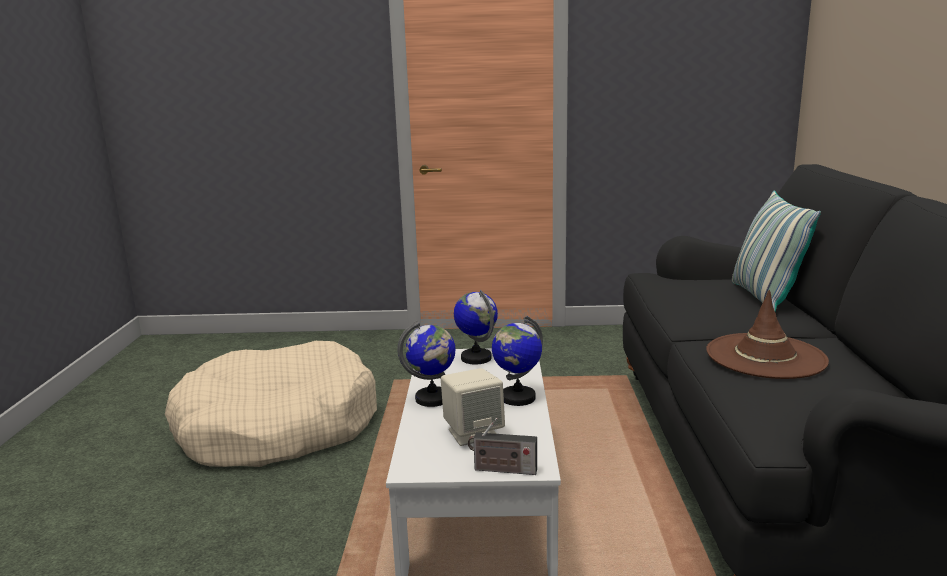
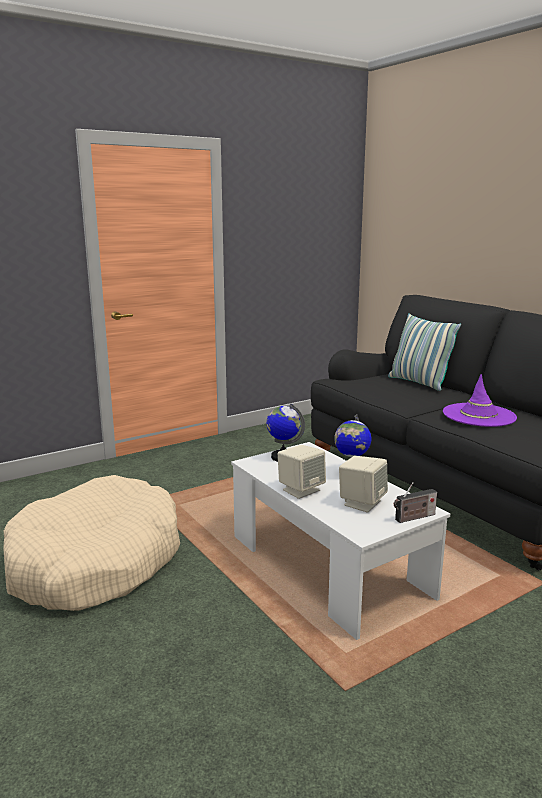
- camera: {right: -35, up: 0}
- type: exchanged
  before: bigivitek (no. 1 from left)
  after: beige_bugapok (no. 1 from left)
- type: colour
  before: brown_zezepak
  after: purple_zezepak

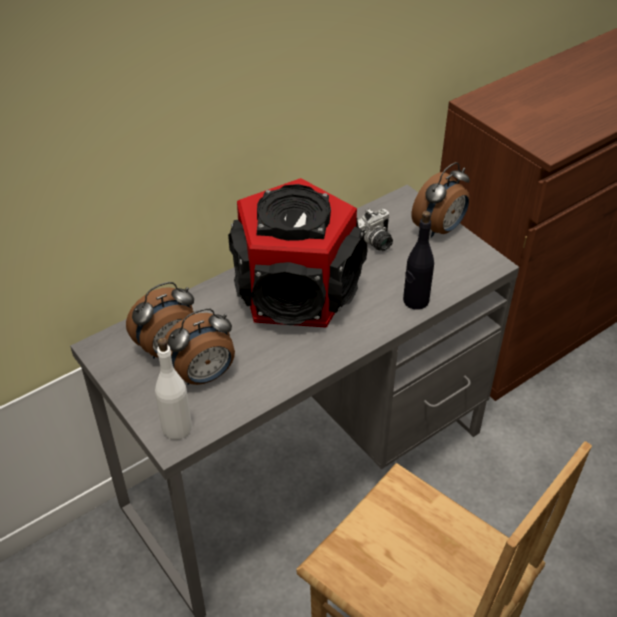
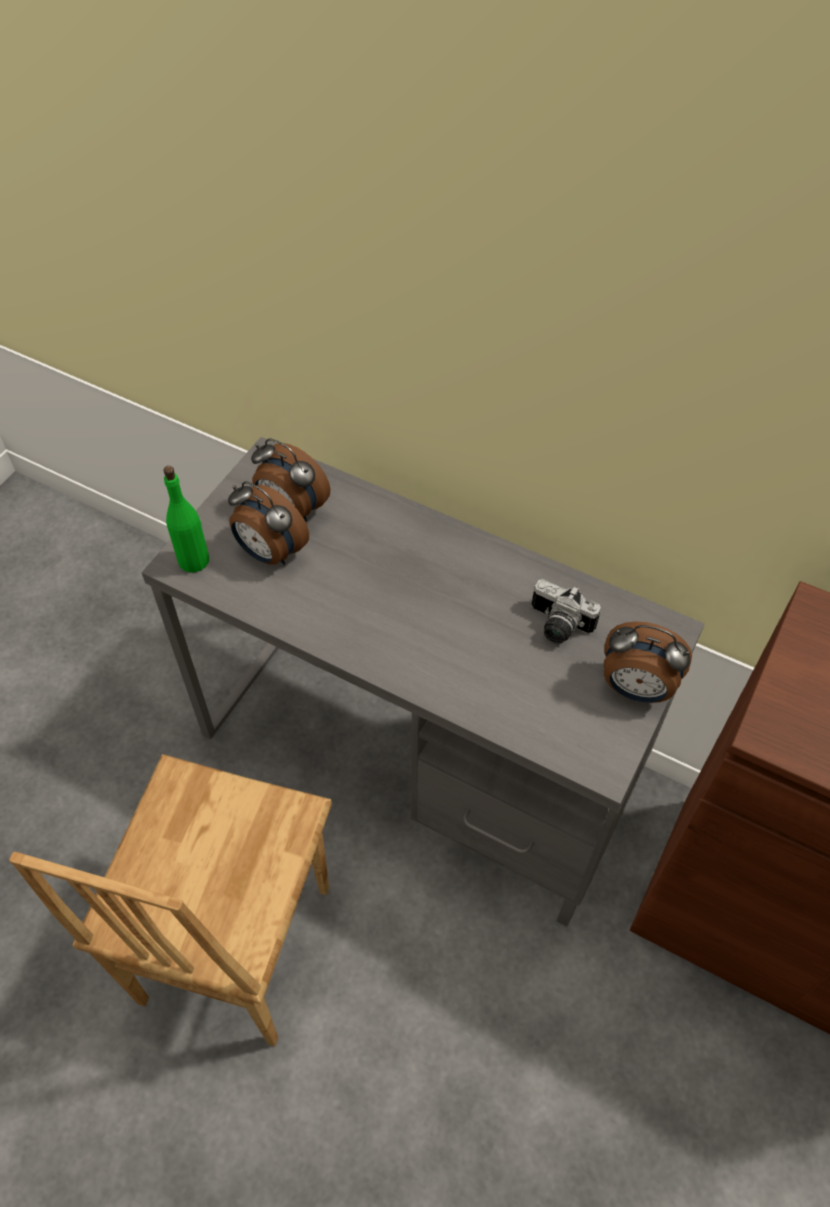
- camera: {right: 65, up: 10}
- type: colour
  before: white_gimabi
  after: green_gimabi
- type: missing
  before: bugapok
- type: missing
  before: black_gimabi

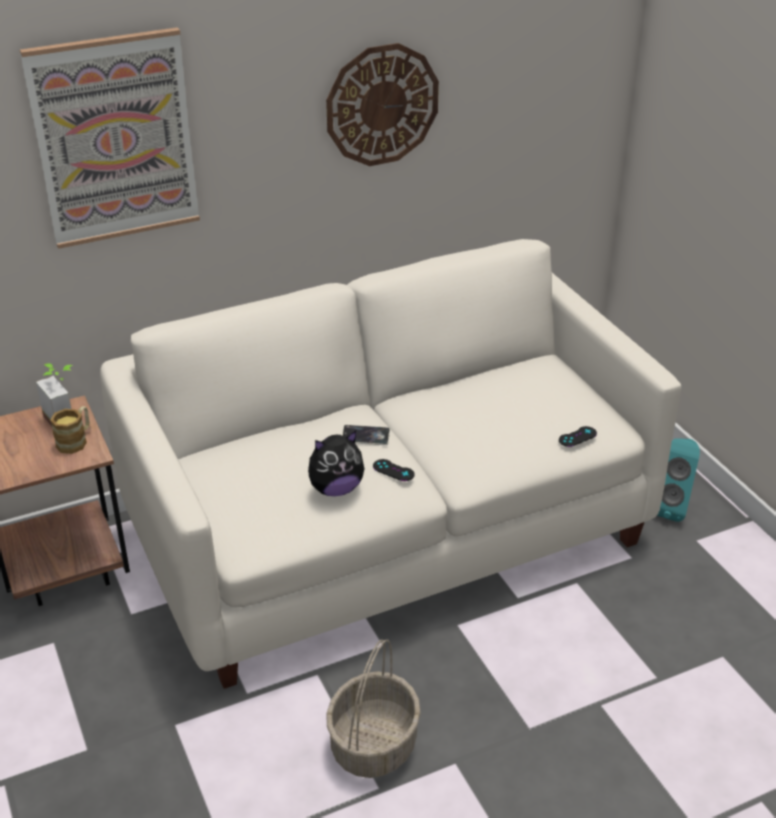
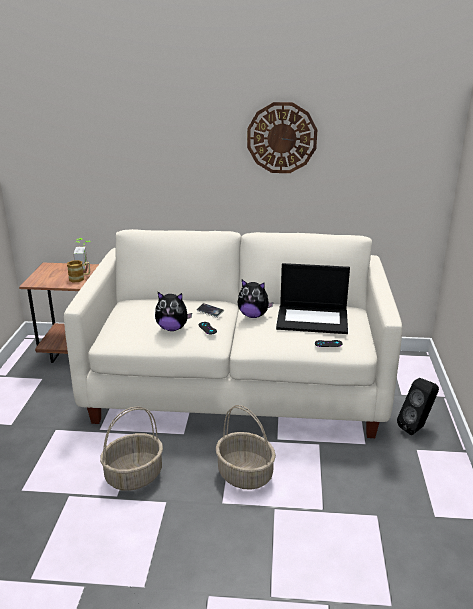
- camera: {right: 30, up: -10}
- type: missing
  before: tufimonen
- type: colour
  before: turquoise_bugapok
  after: black_bugapok
- type: appeared
  after: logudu (no. 2 from left)
- type: appeared
  after: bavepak (no. 2 from left)
- type: appeared
  after: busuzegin

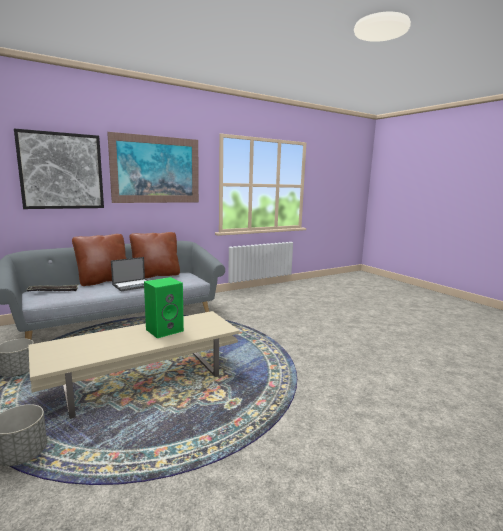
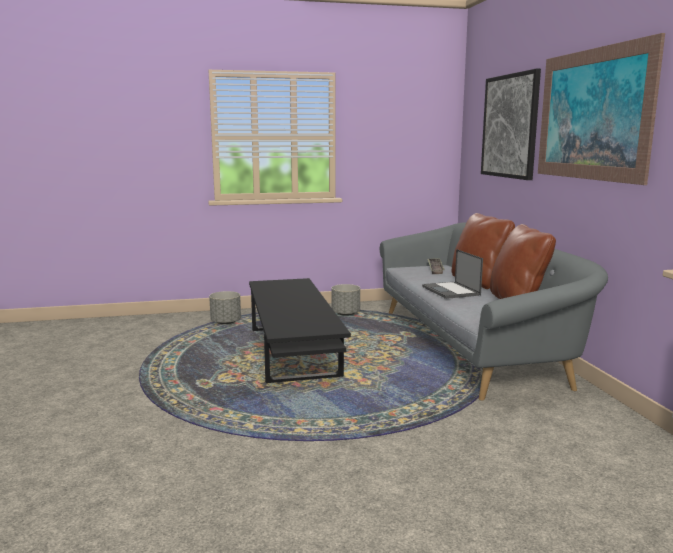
- camera: {right: 110, up: 0}
- type: colour
  before: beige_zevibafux
  after: black_zevibafux
- type: missing
  before: green_bugapok

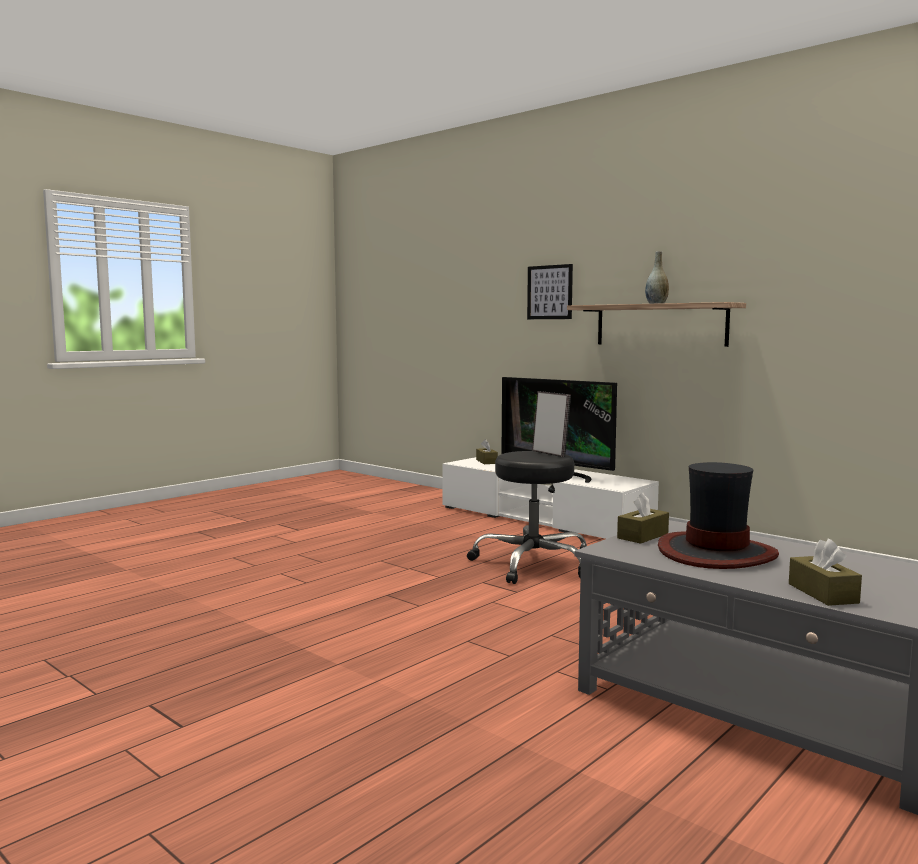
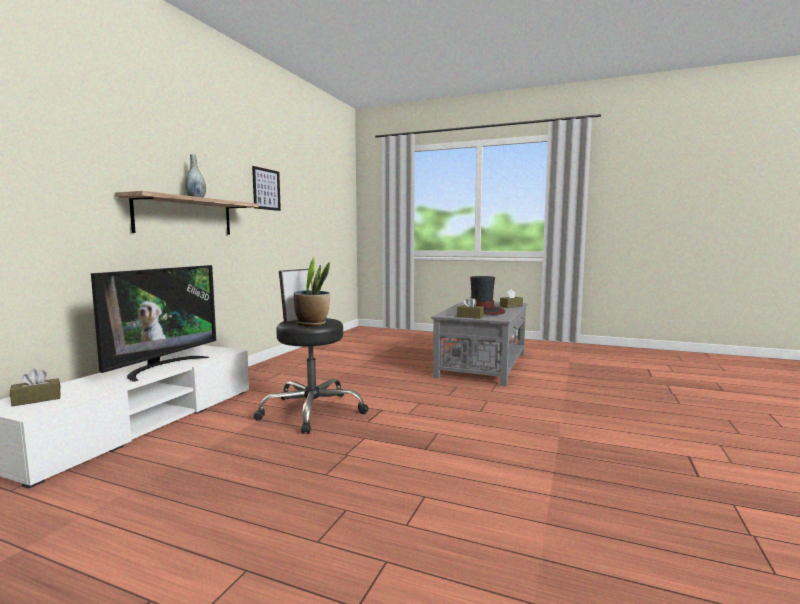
- camera: {right: -110, up: 0}
- type: relocated
  before: tufimonen
- type: appeared
  after: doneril

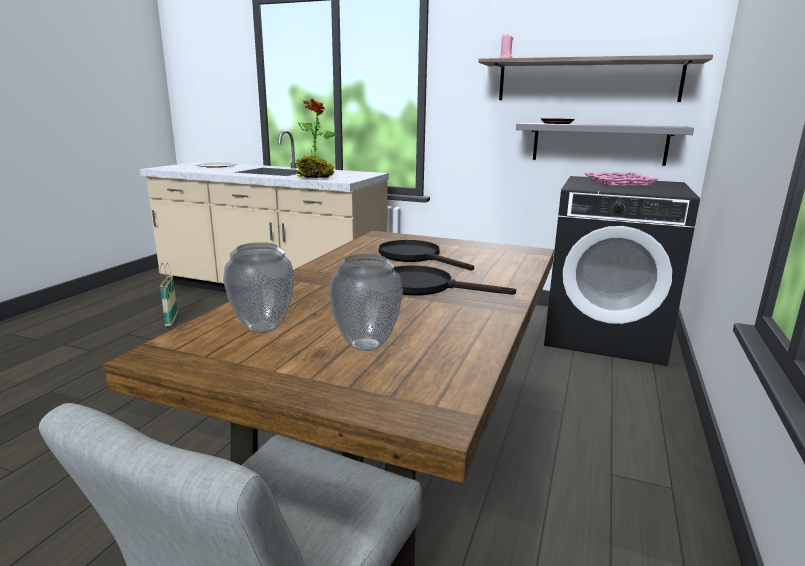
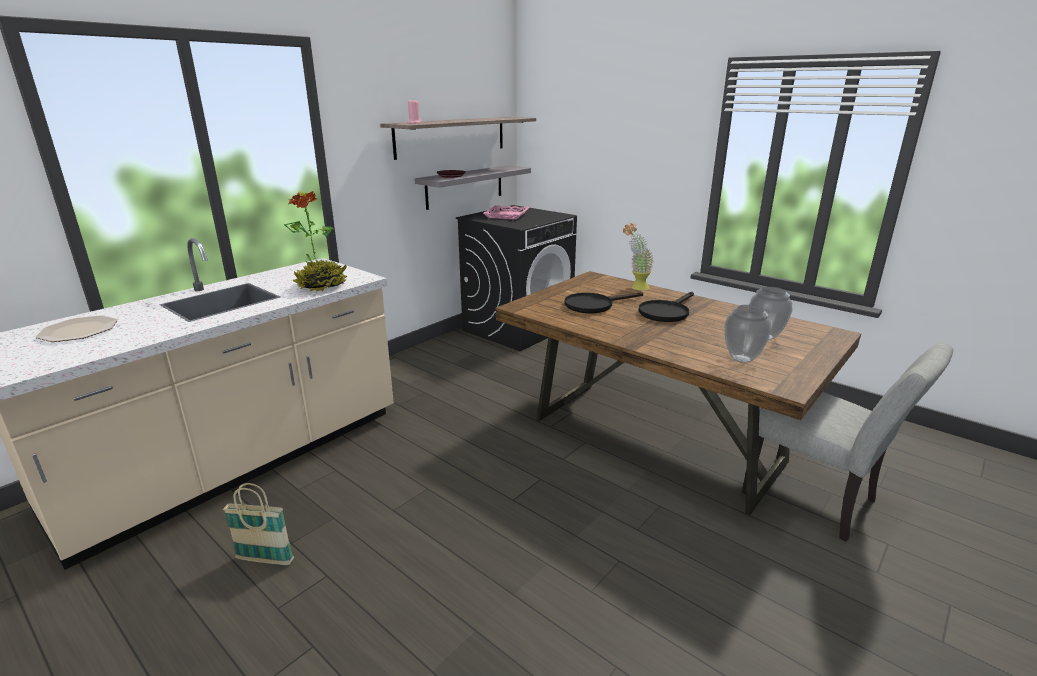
- camera: {right: -70, up: 5}
- type: appeared
  after: doneril (no. 2 from left)

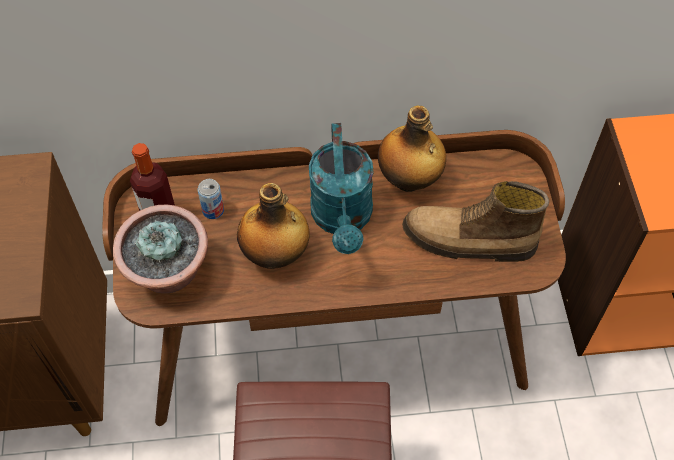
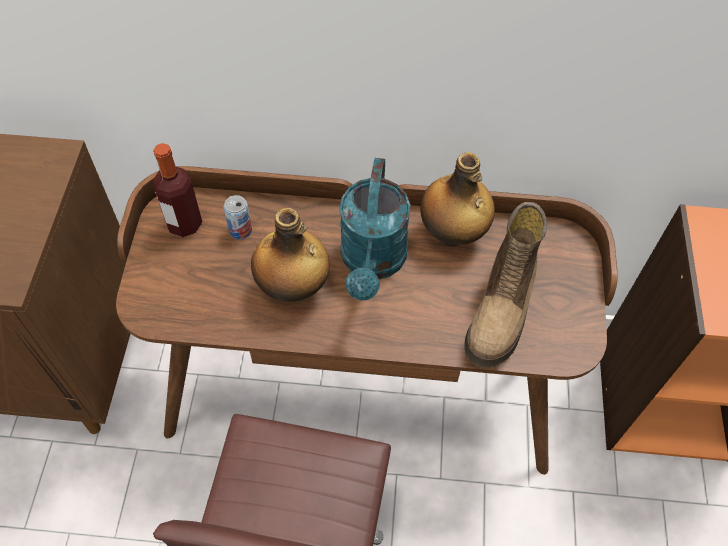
- camera: {right: 10, up: 0}
- type: missing
  before: doneril
- type: spun
  before: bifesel
  turn: -90

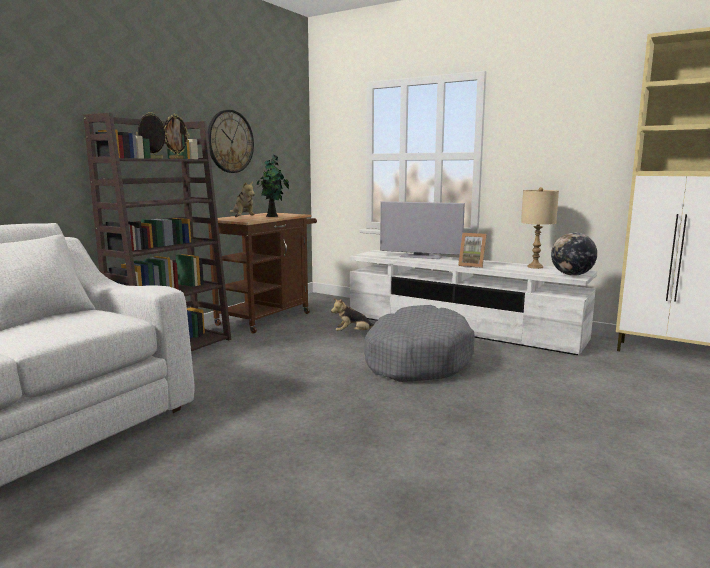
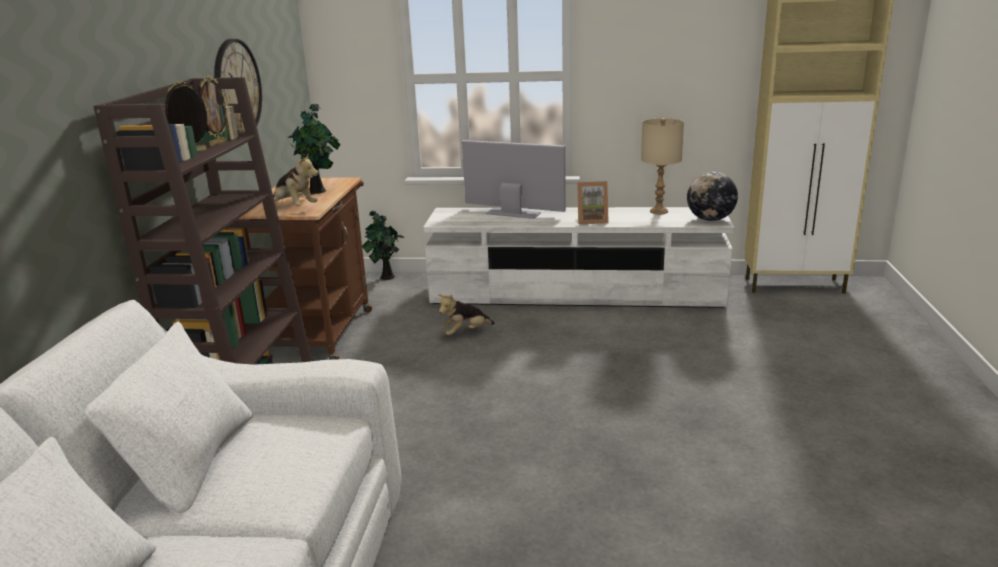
- camera: {right: -25, up: 10}
- type: missing
  before: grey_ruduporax
- type: spun
  before: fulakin
  turn: -150
- type: appeared
  after: doneril (no. 2 from left)

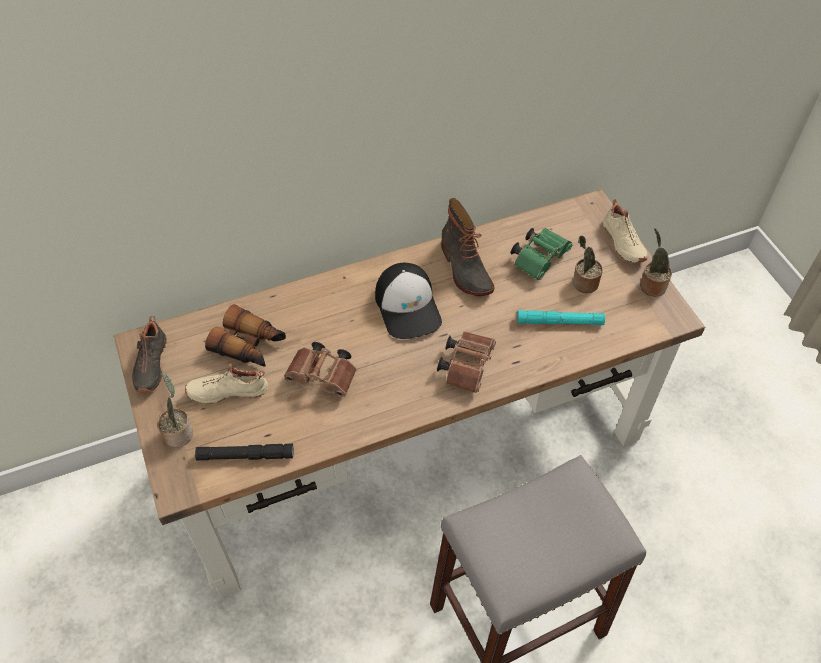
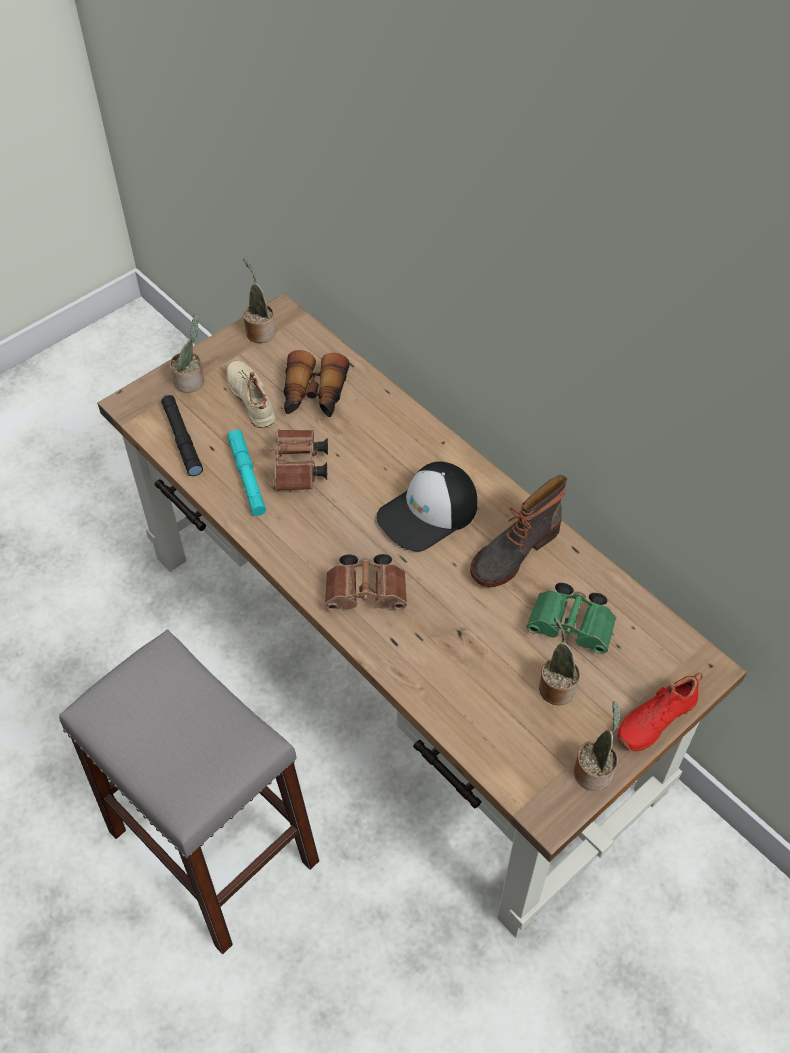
- camera: {right: 70, up: 0}
- type: exchanged
  before: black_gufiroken
  after: doneril (no. 2 from left)
- type: relocated
  before: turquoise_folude
- type: colour
  before: beige_gufiroken (no. 2 from left)
  after: red_gufiroken

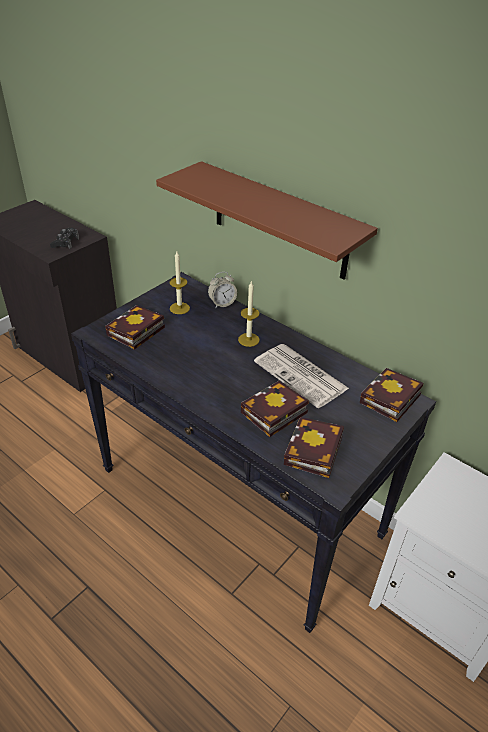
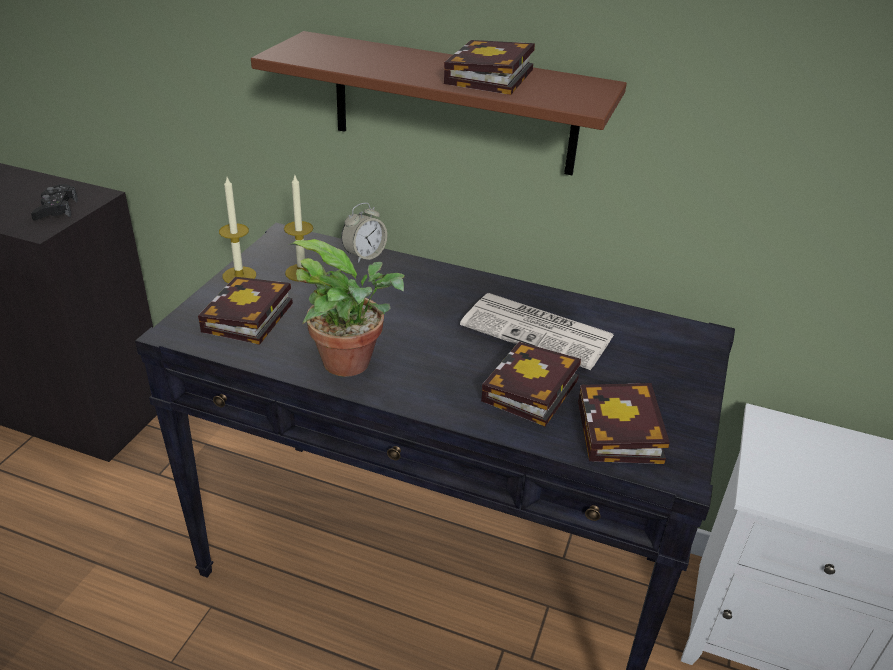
- camera: {right: -20, up: -5}
- type: relocated
  before: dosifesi (no. 2 from left in the first image)
  after: dosifesi (no. 1 from left)
- type: relocated
  before: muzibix (no. 4 from left in the first image)
  after: muzibix (no. 2 from left)
- type: appeared
  after: doneril

